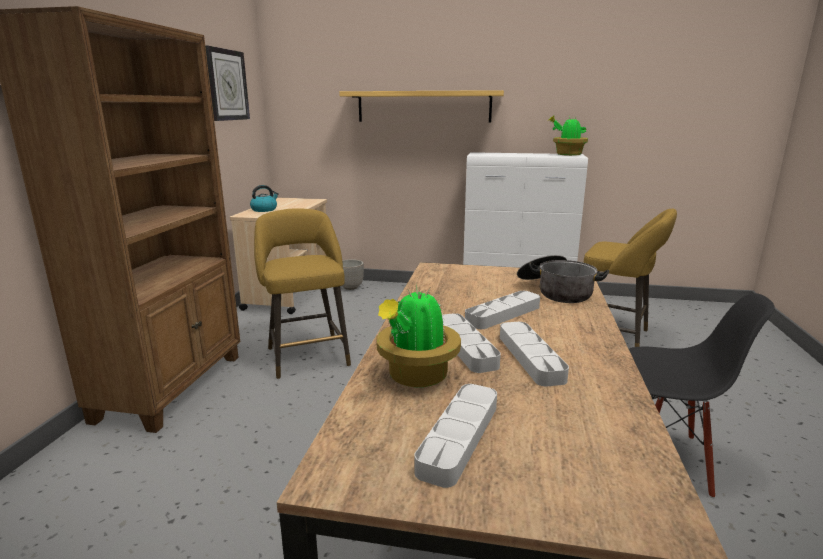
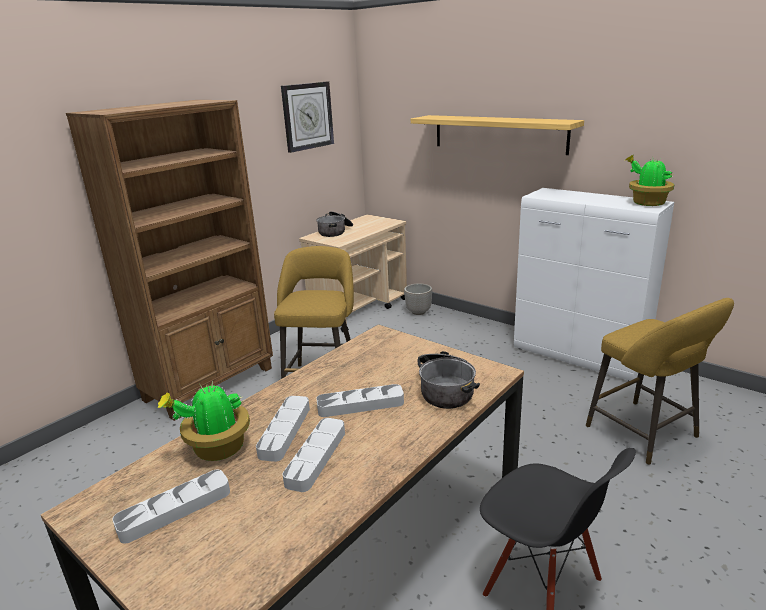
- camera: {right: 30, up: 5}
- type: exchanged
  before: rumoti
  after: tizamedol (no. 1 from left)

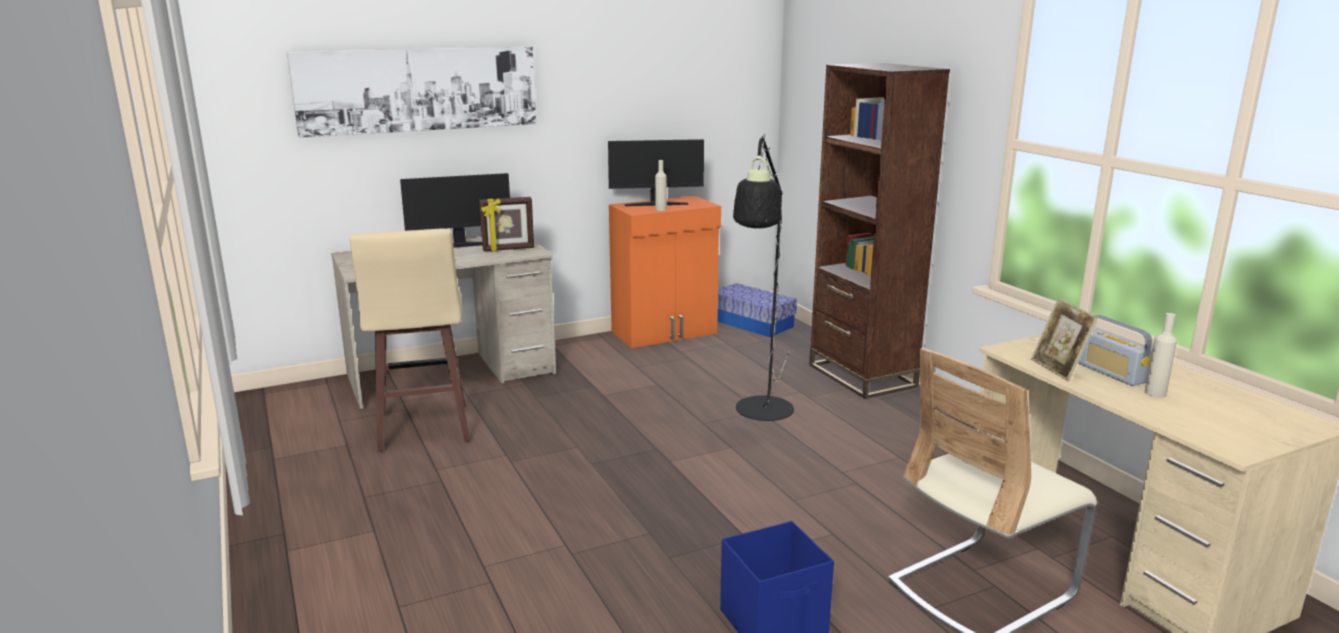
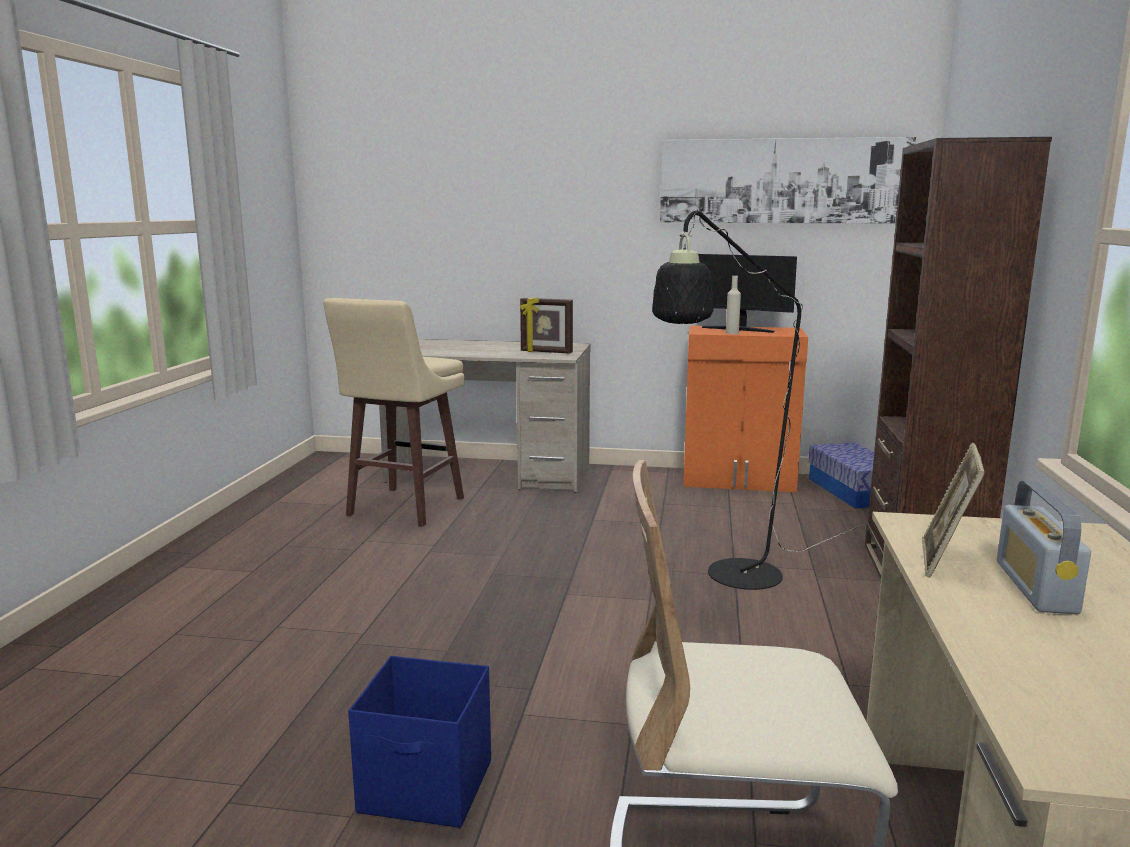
- camera: {right: 35, up: -5}
- type: relocated
  before: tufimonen
- type: missing
  before: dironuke (no. 1 from left)
- type: missing
  before: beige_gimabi (no. 2 from left)

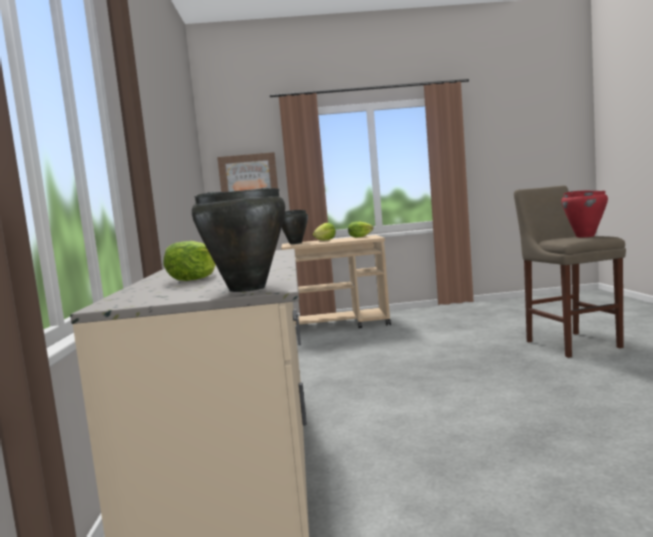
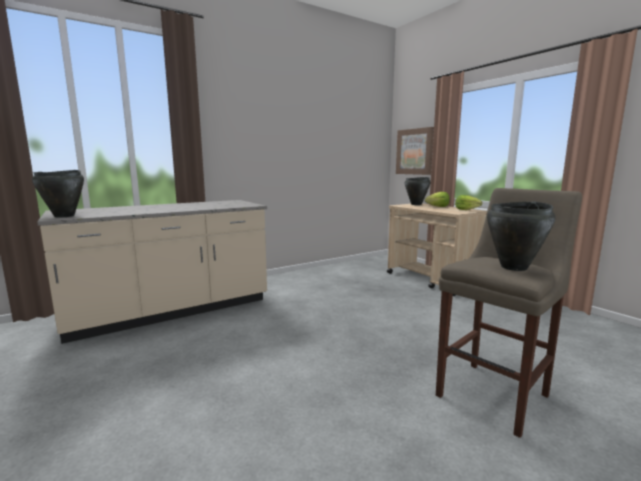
- camera: {right: 60, up: 5}
- type: missing
  before: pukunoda (no. 1 from left)
- type: colour
  before: red_tizamedol
  after: black_tizamedol (no. 3 from left)

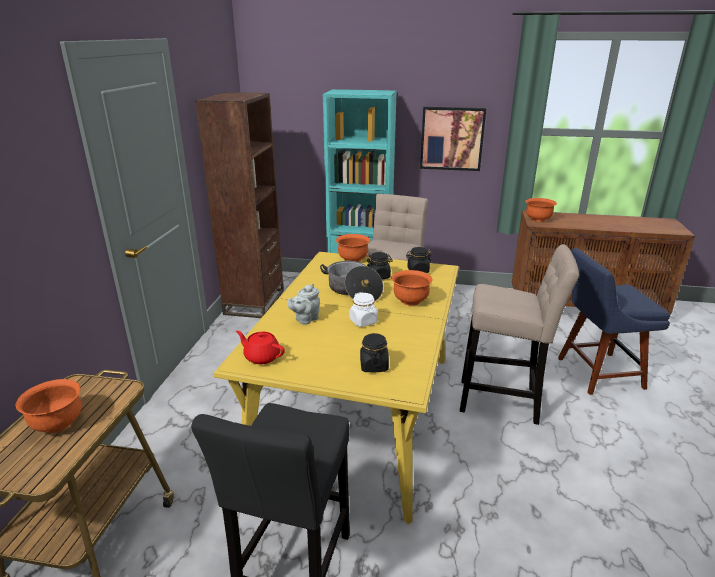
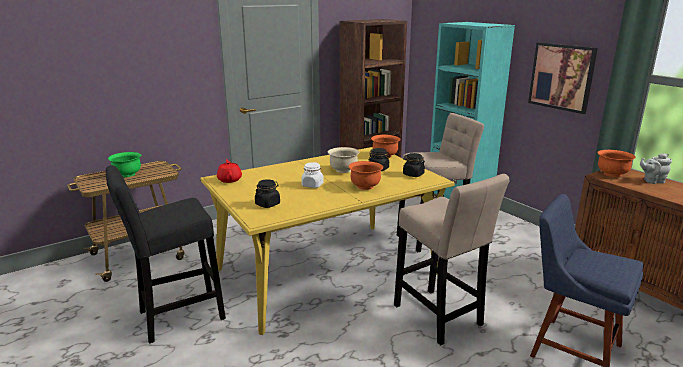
- camera: {right: 45, up: -5}
- type: colour
  before: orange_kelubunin (no. 1 from left)
  after: green_kelubunin
- type: relocated
  before: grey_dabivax
- type: exchanged
  before: tizamedol
  after: beige_kelubunin

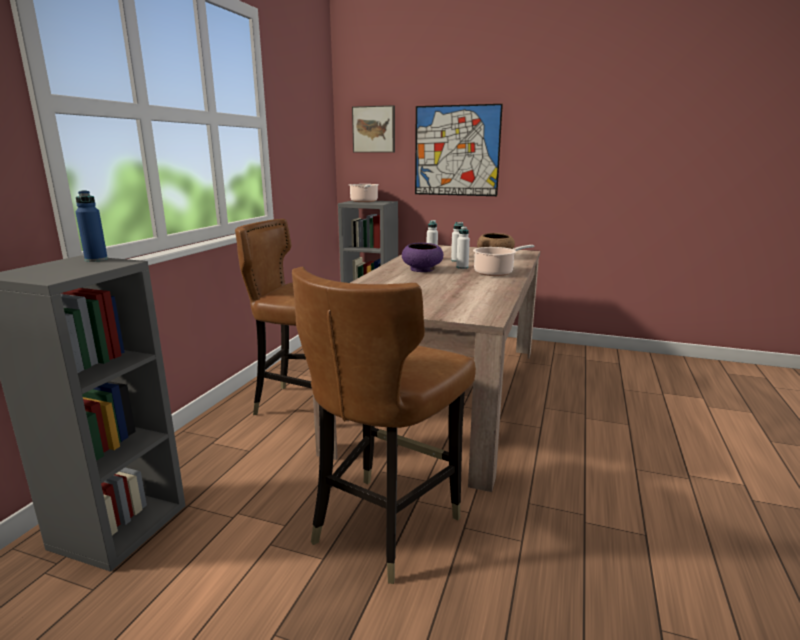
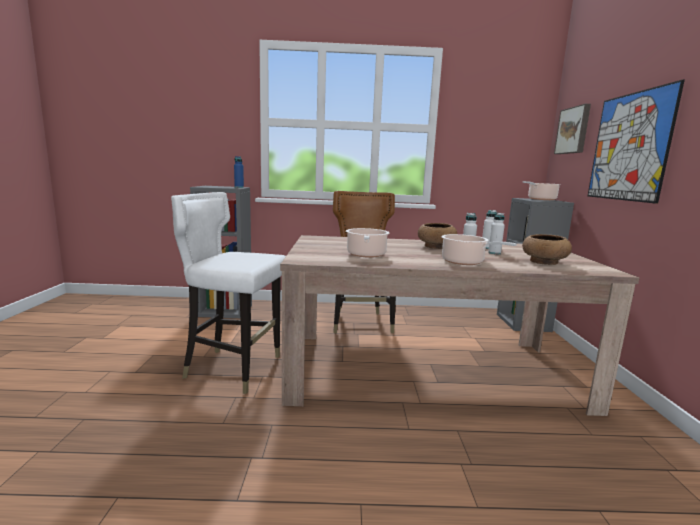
- camera: {right: 70, up: -5}
- type: colour
  before: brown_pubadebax (no. 2 from left)
  after: white_pubadebax
- type: colour
  before: purple_kelubunin
  after: brown_kelubunin (no. 1 from left)
- type: appeared
  after: tizamedol (no. 1 from left)

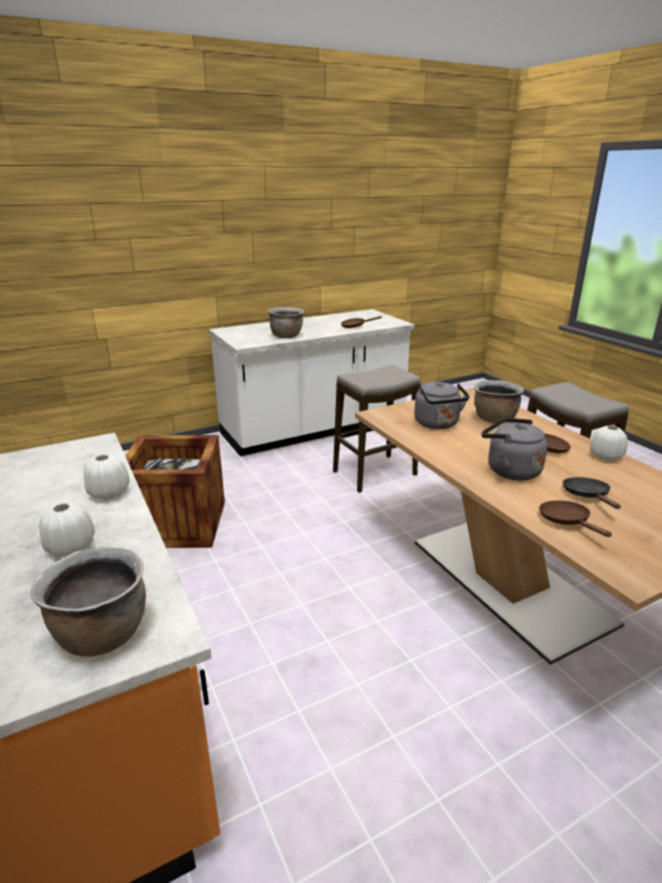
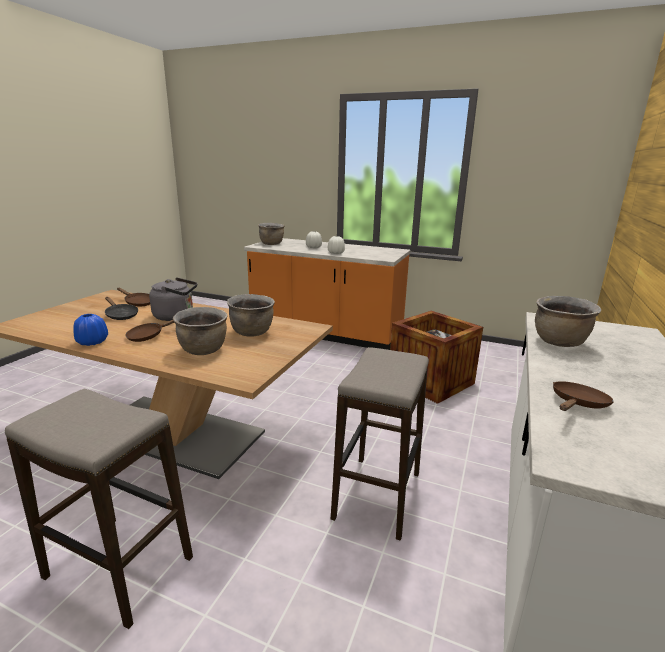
- camera: {right: 140, up: -5}
- type: exchanged
  before: grey_rumoti (no. 1 from left)
  after: brown_tizamedol (no. 2 from left)
- type: colour
  before: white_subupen (no. 3 from left)
  after: blue_subupen

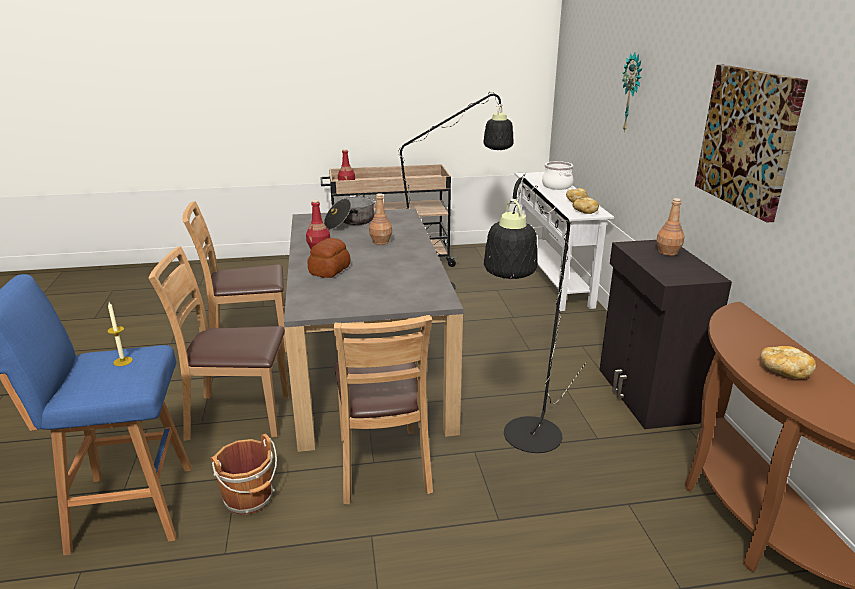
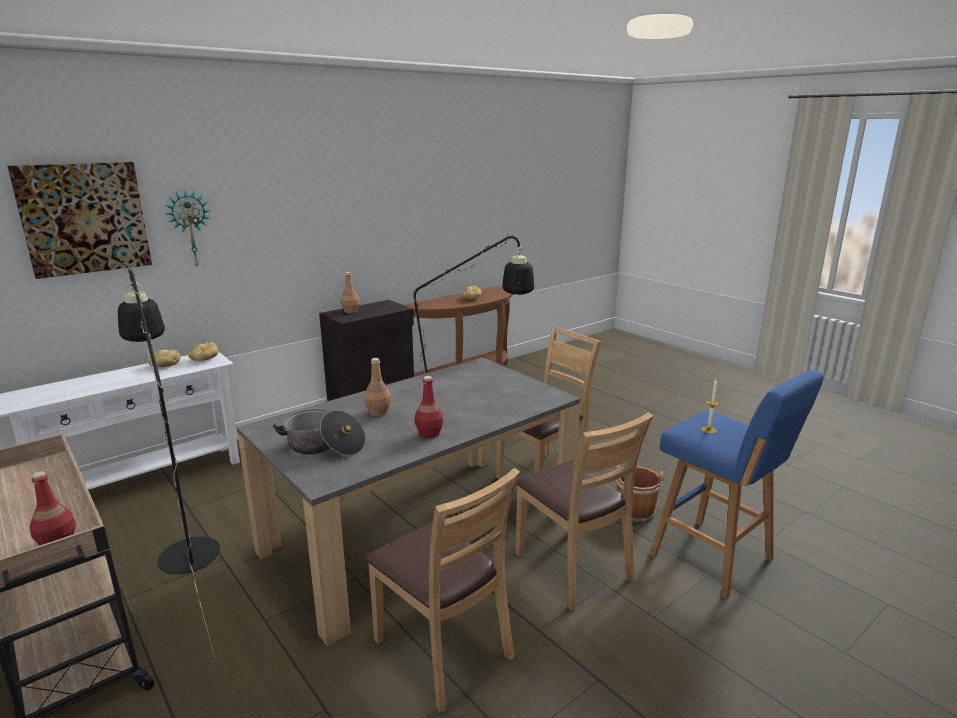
- camera: {right: -120, up: -5}
- type: missing
  before: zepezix (no. 1 from left)
- type: missing
  before: tizamedol (no. 2 from left)
- type: relocated
  before: tufimonen

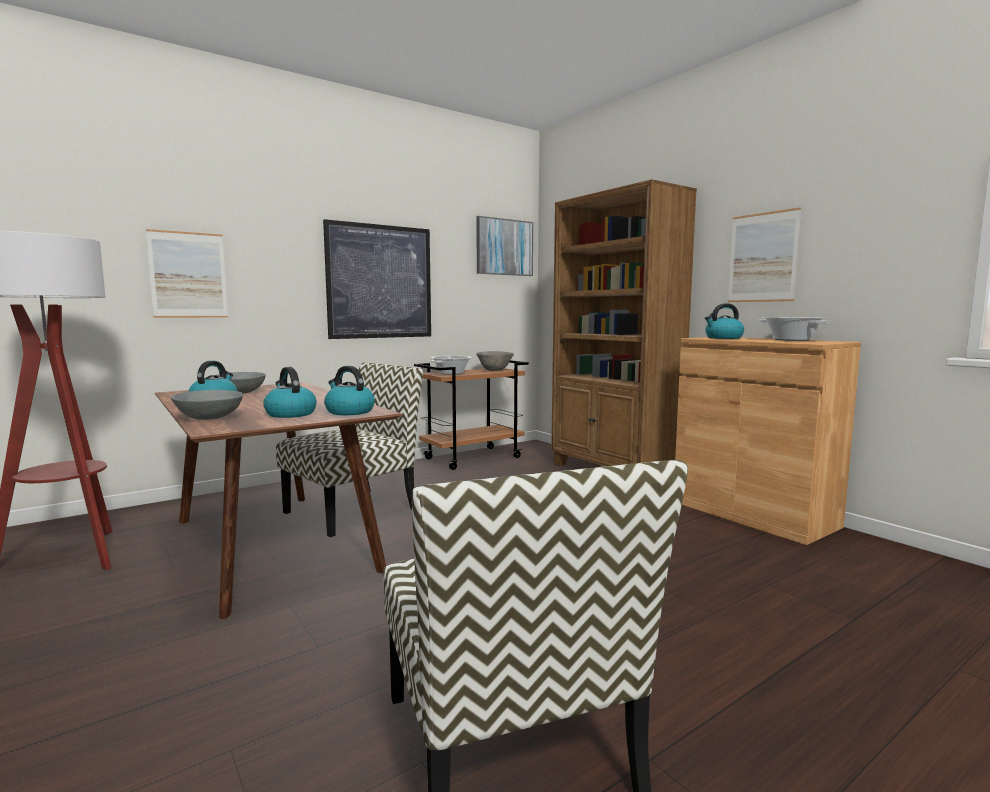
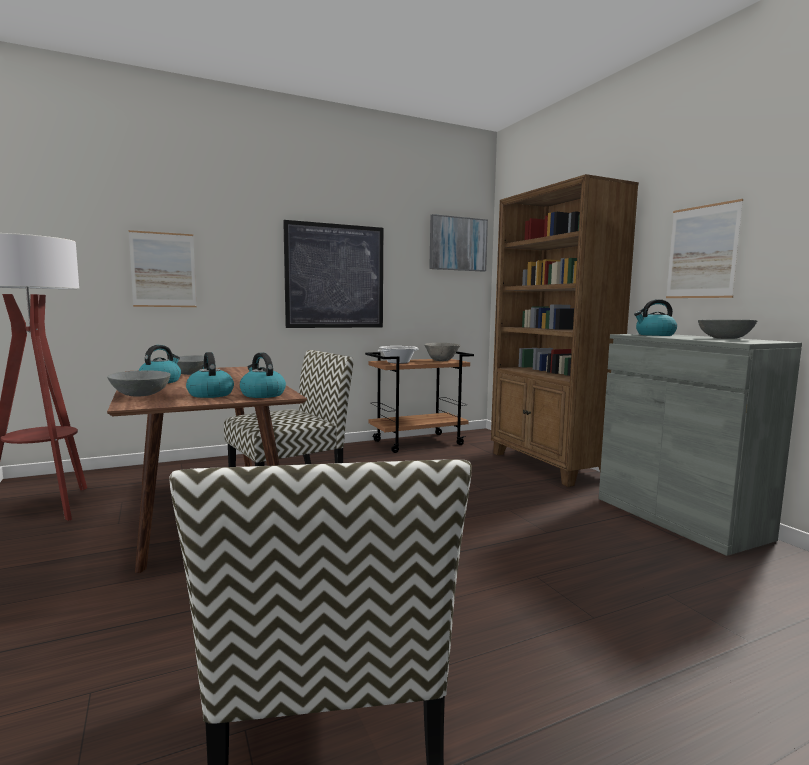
- camera: {right: 10, up: 0}
- type: colour
  before: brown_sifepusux
  after: grey_sifepusux
- type: exchanged
  before: tizamedol (no. 2 from left)
  after: grey_kelubunin (no. 4 from left)

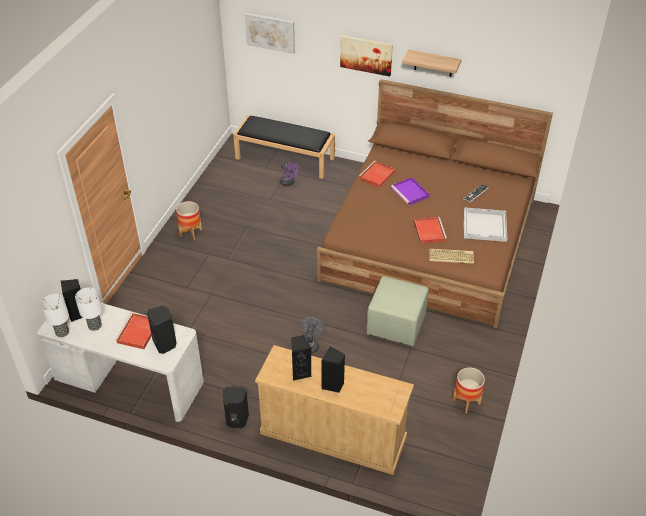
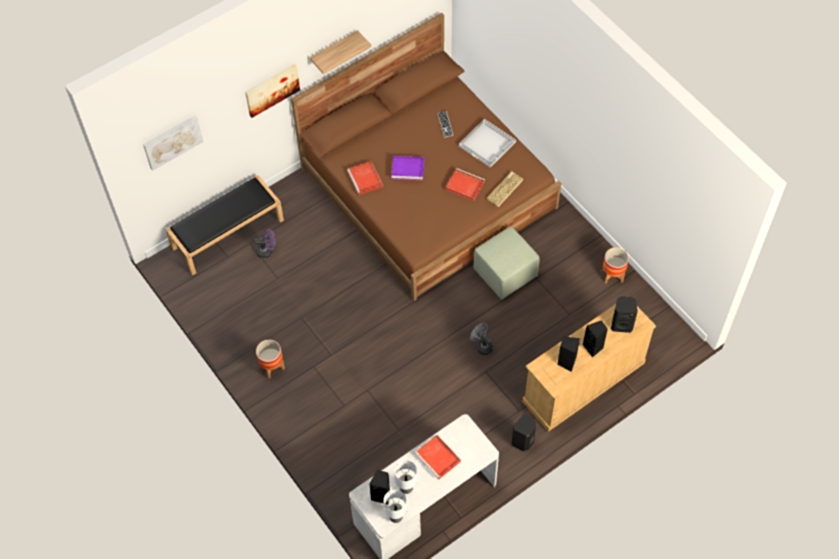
- camera: {right: -55, up: 15}
- type: relocated
  before: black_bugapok (no. 2 from left in the first image)
  after: black_bugapok (no. 5 from left)

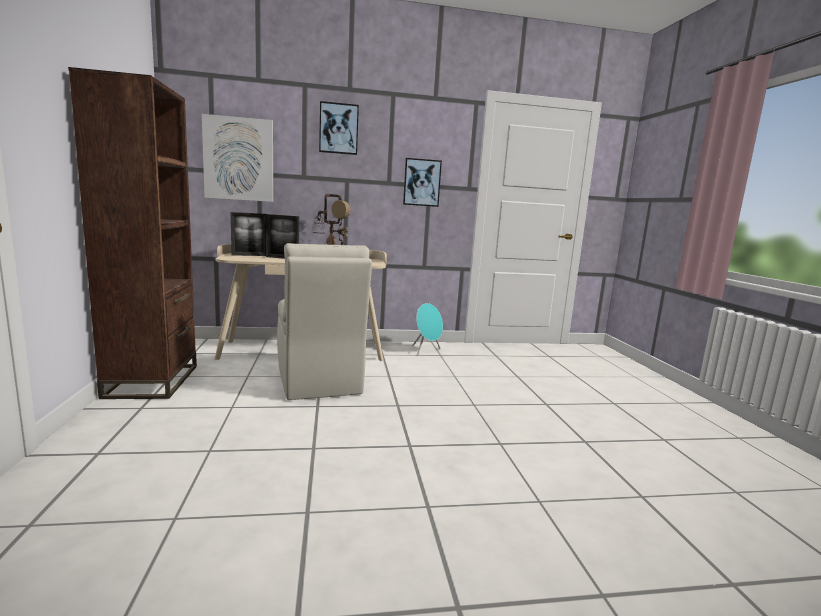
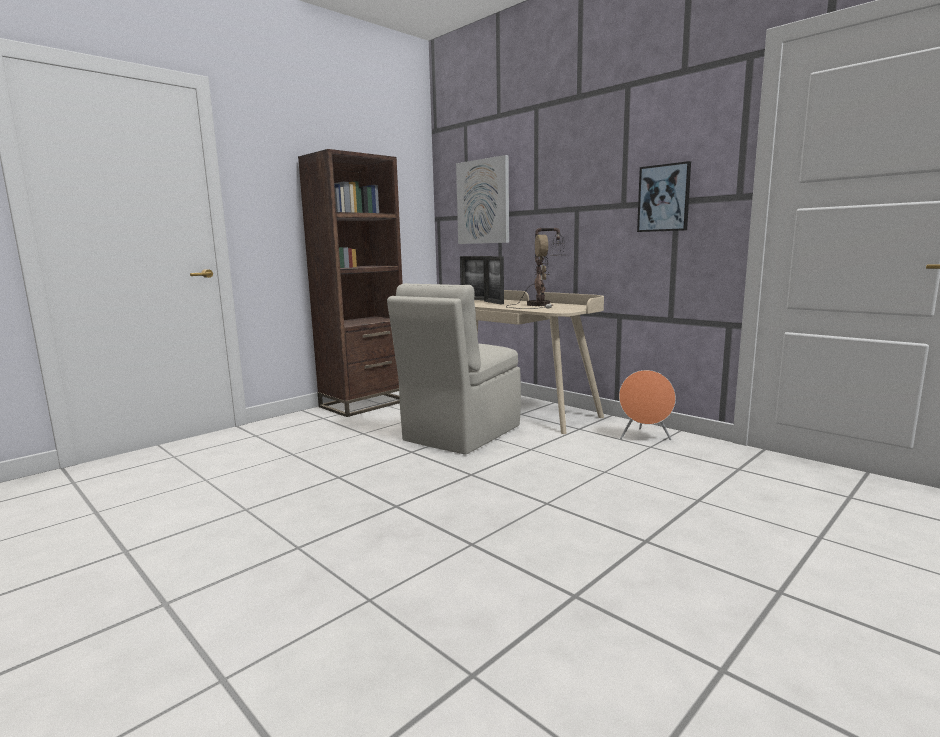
- camera: {right: 55, up: 0}
- type: missing
  before: tufimonen (no. 2 from left)
- type: colour
  before: turquoise_bugapok
  after: orange_bugapok

